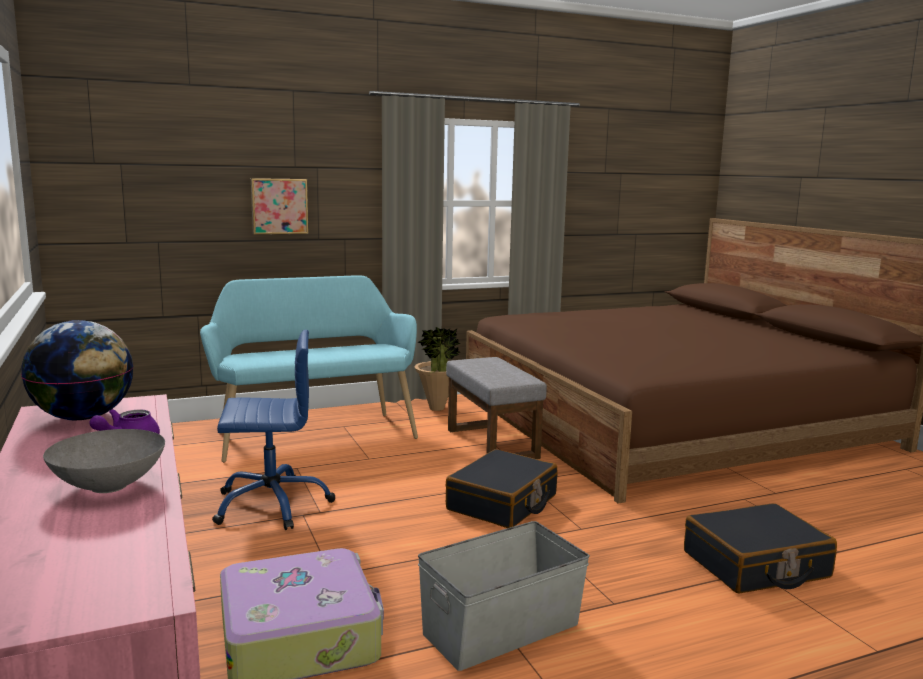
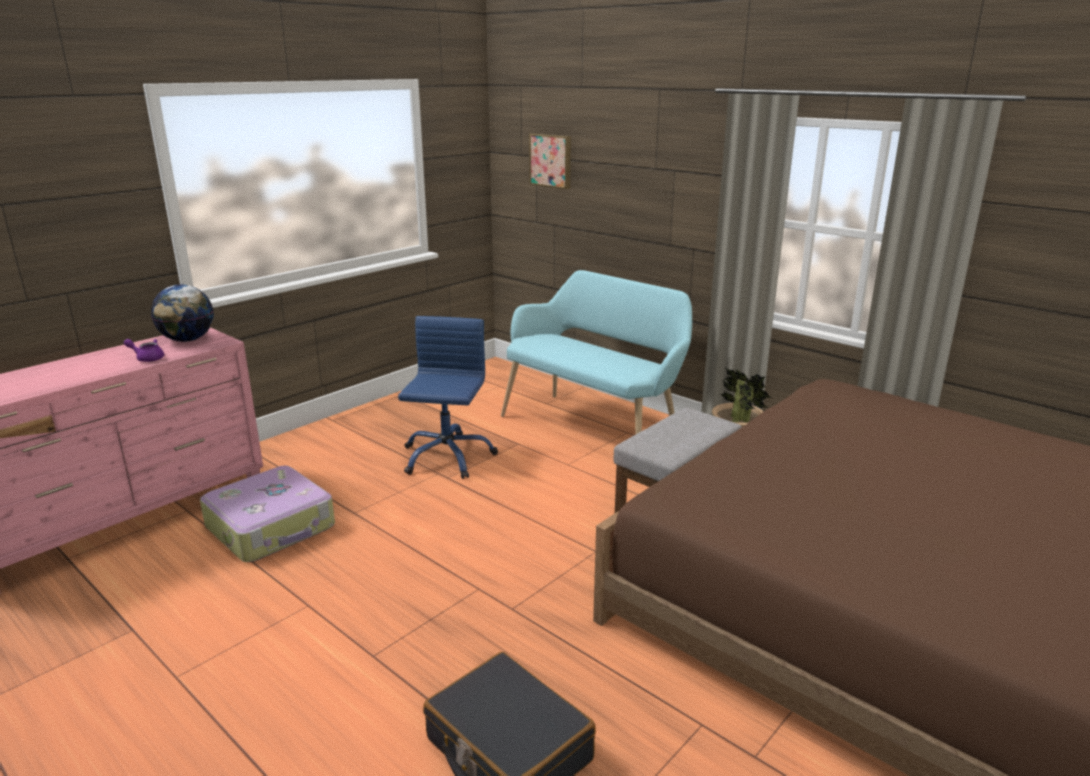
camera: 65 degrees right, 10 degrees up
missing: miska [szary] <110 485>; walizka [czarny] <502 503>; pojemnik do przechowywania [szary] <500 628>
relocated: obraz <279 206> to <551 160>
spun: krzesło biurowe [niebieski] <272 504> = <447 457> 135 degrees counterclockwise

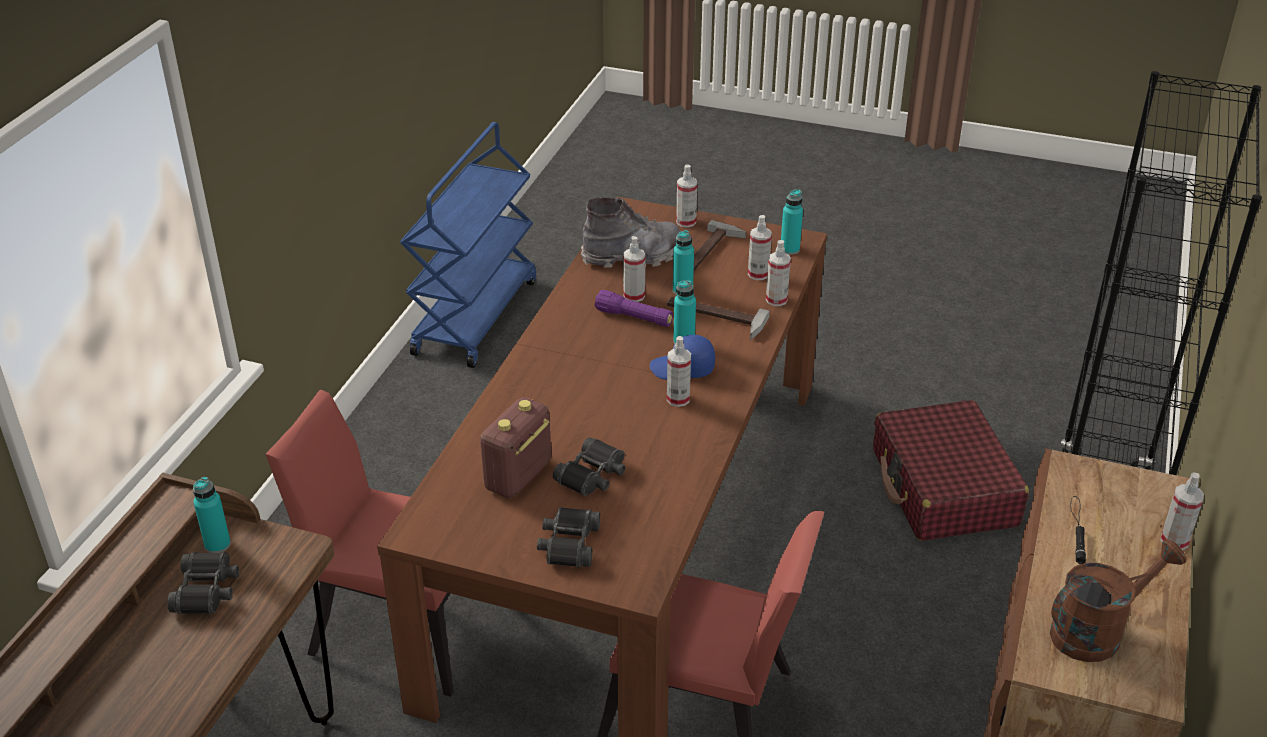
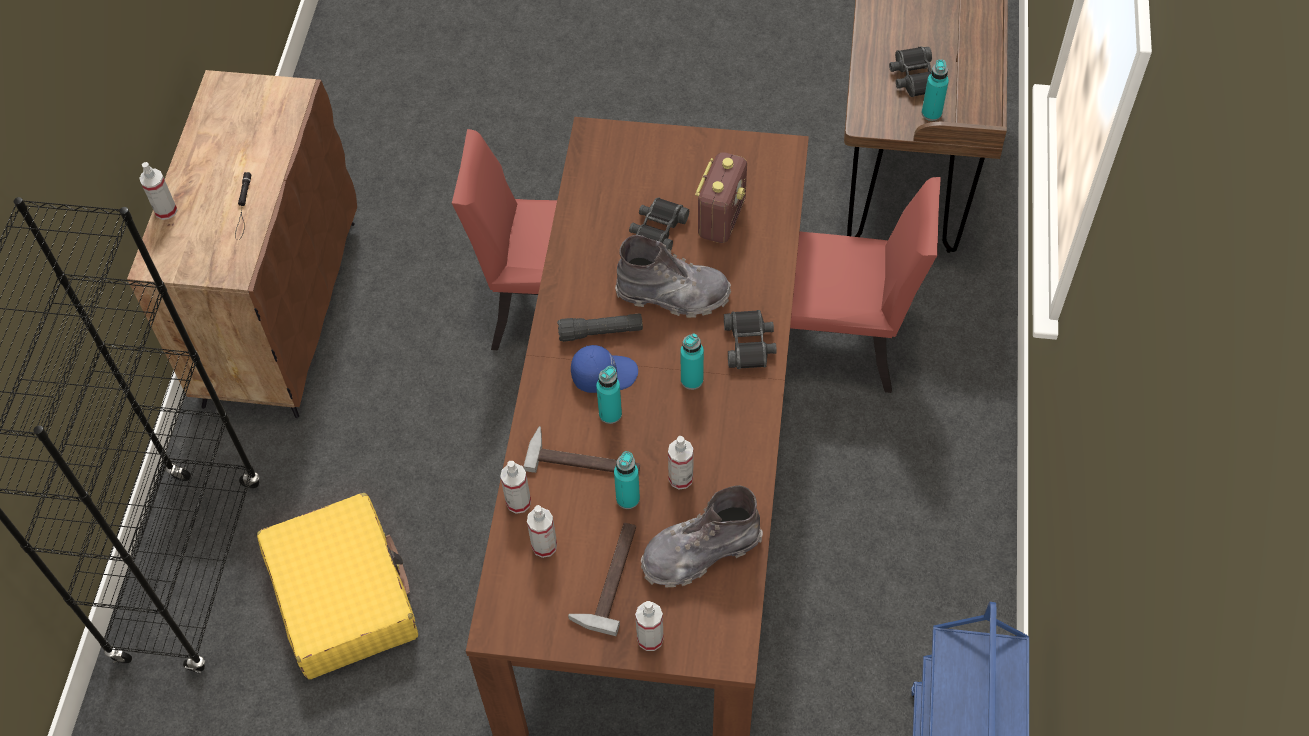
camera: 170 degrees right, 20 degrees up
missing: latarka [fioletowy] <634 318>; konewka [brązowy] <1096 631>
appeared: but z cholewką [szary] <673 295>
relocated: butelka [turkusowy] <789 249> to <692 380>; lornetka [czarny] <568 544> to <749 344>
exchanged: spryskiwacz <678 399> to latarka [czarny] <600 332>
colour: walizka [czerwony] <943 488> to walizka [żółty] <343 595>

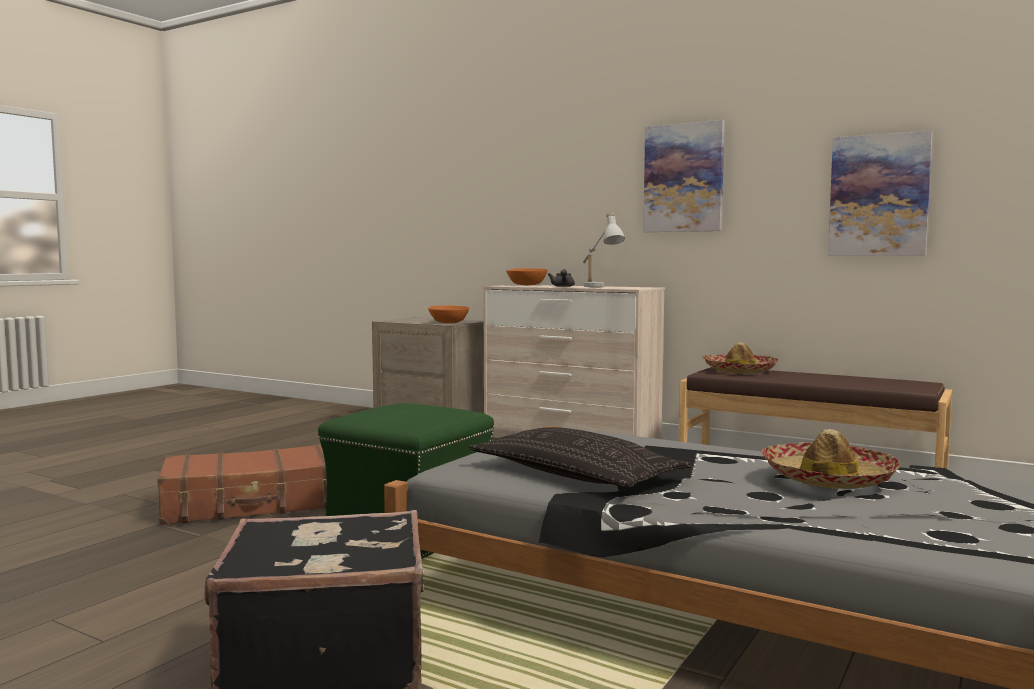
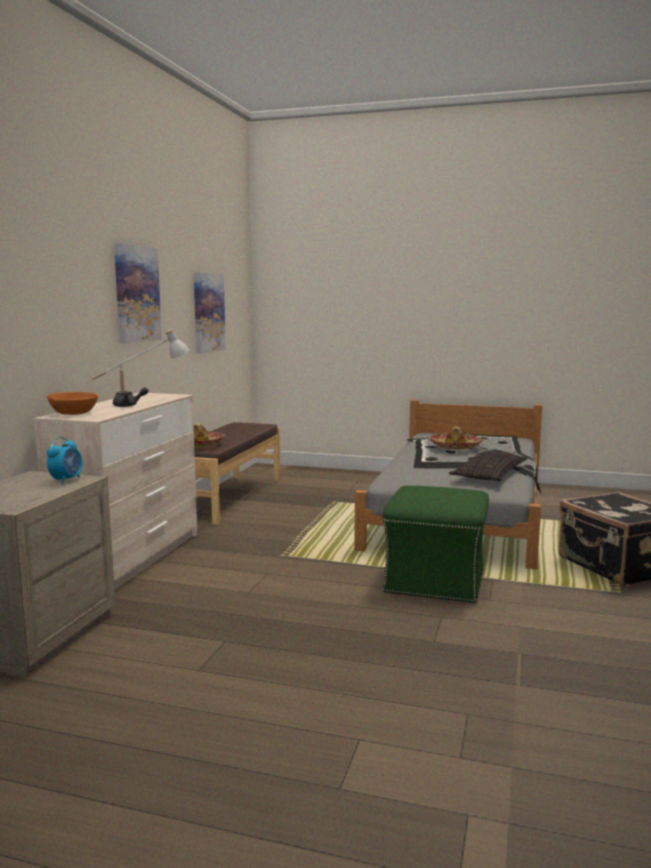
camera: 105 degrees left, 5 degrees up
missing: walizka [brązowy] <255 503>
exchanged: miska [pomarańczowy] <449 323> to budzik <66 480>

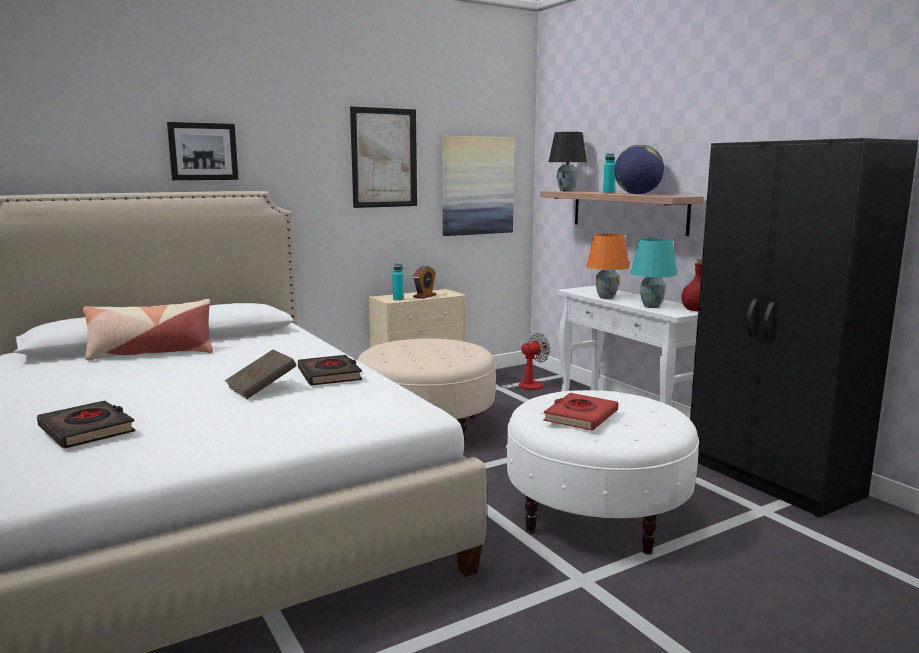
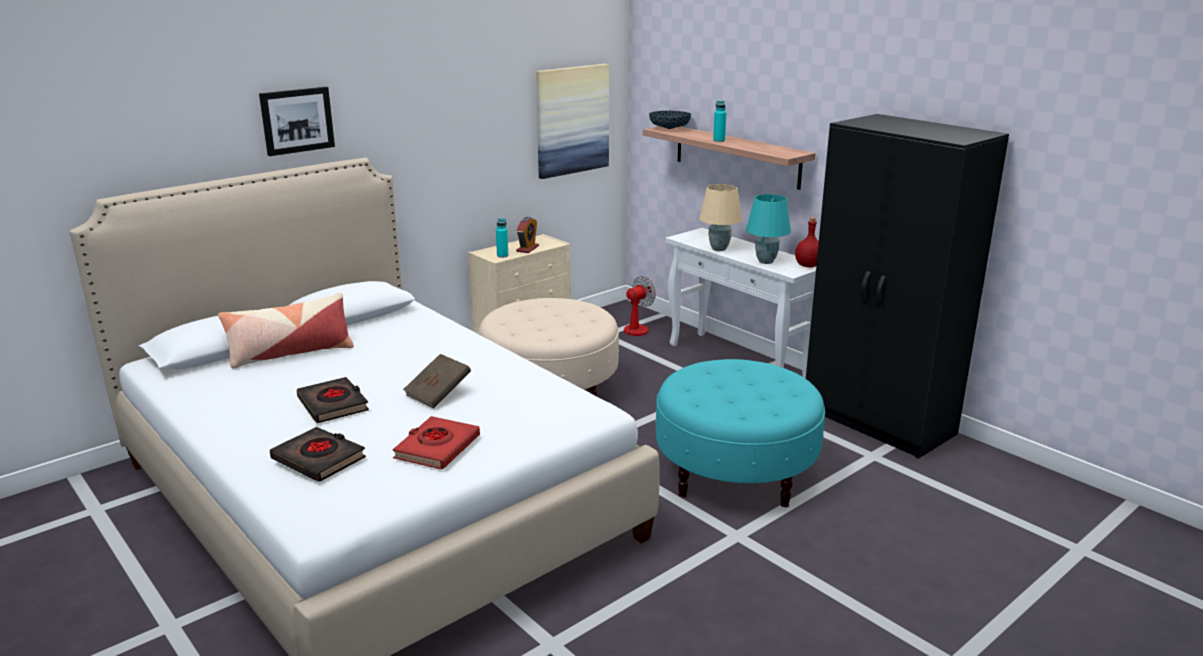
camera: 10 degrees left, 10 degrees up
missing: obraz <384 158>; globus <637 194>
relocated: książka [czarny] <329 375> to <333 405>; książka [czerwony] <580 417> to <437 448>
exchanged: lampa stołowa [czarny] <566 191> to miska <669 129>
colour: lampa stołowa [pomarańczowy] <606 297> to lampa stołowa [beżowy] <718 249>; pufa [biały] <596 515> to pufa [turkusowy] <734 473>

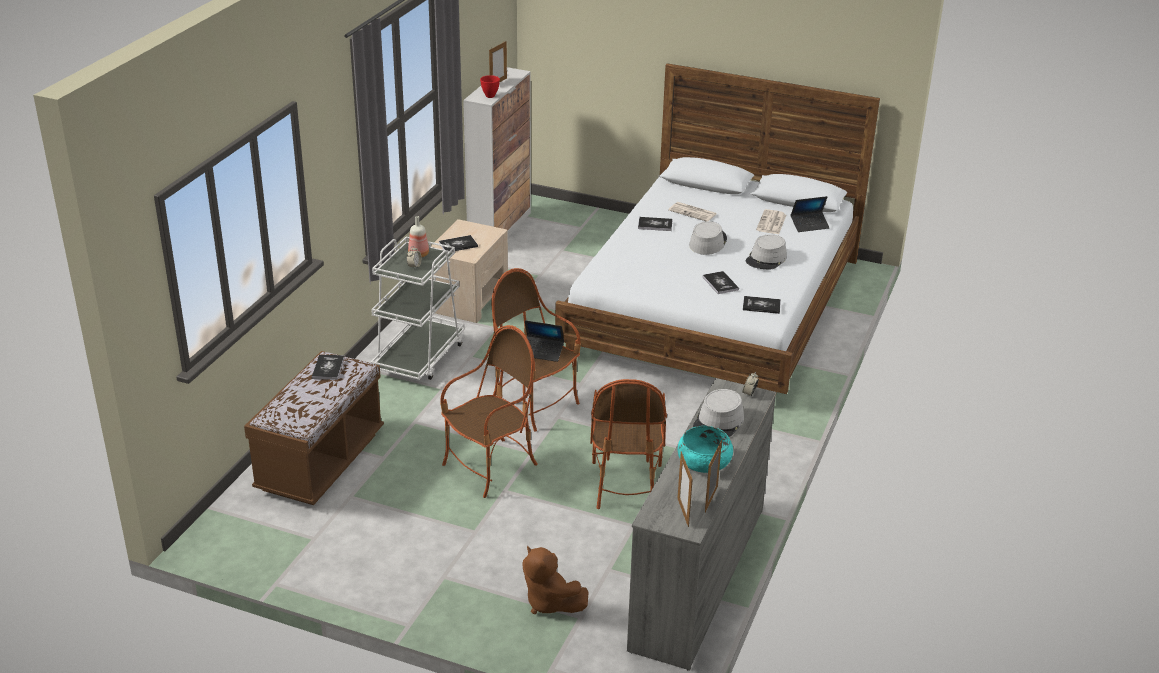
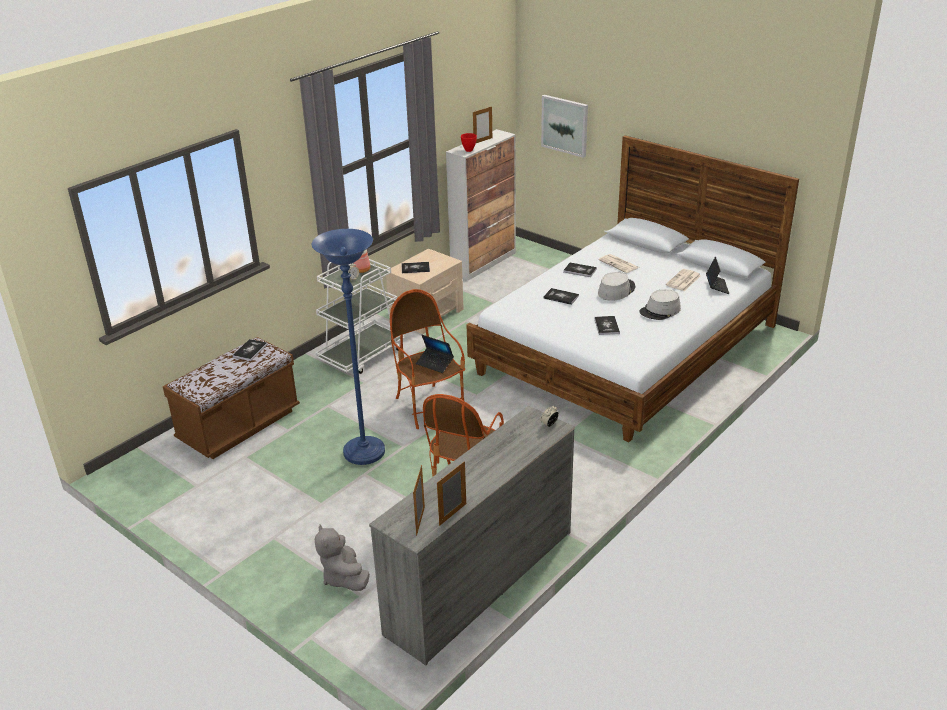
camera: 20 degrees right, 0 degrees up
missing: kapelusz [szary] <718 422>; miska [turkusowy] <704 461>
appeared: obraz <565 125>
relocated: książka <761 306> to <561 297>
exchanged: fotel <490 467> to lampa stojąca [niebieski] <364 453>
colour: pluszak [brązowy] <549 603> to pluszak [szary] <343 577>
spun: laptop <809 225> = <717 286> 90 degrees counterclockwise

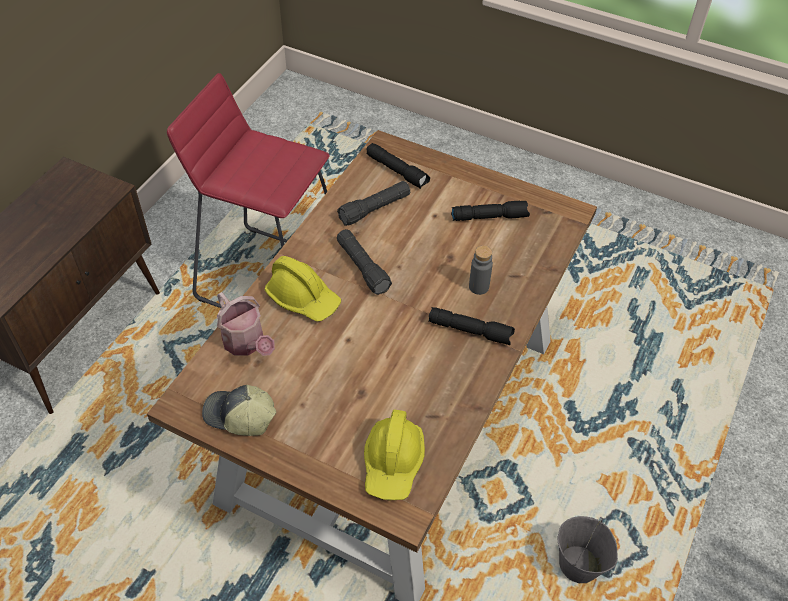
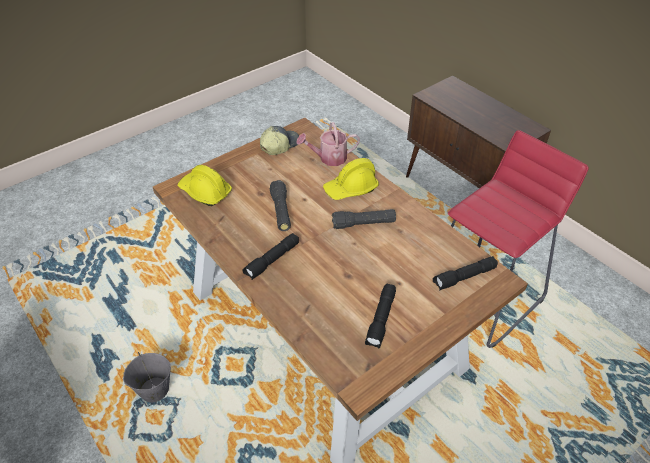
camera: 115 degrees right, 5 degrees down
missing: butelka [szary] <478 287>
relocated: latarka [czarny] <374 209> to <281 211>

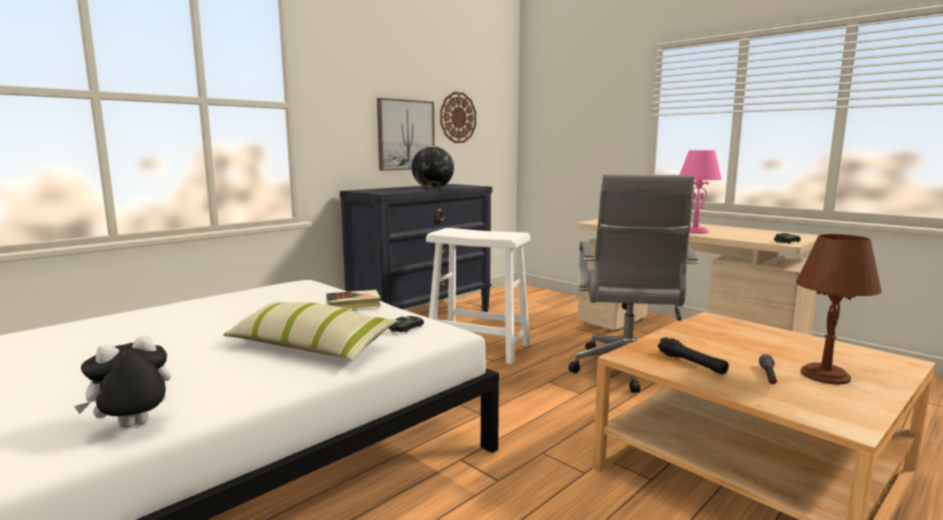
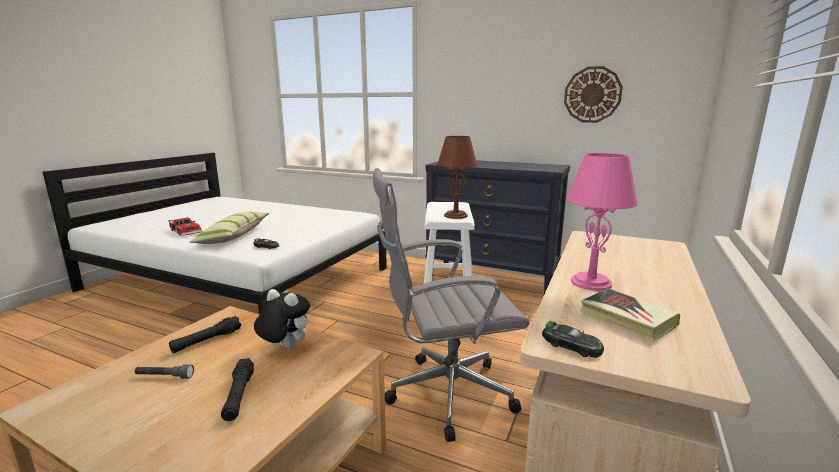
camera: 70 degrees right, 5 degrees up
missing: obraz <405 135>; globus <432 188>
appeared: samochodzik <187 231>; latarka [czarny] <239 395>
relocated: lampa stołowa [brązowy] <825 375> to <455 215>; książka <353 304> to <627 318>; pluszak <133 427> to <284 347>

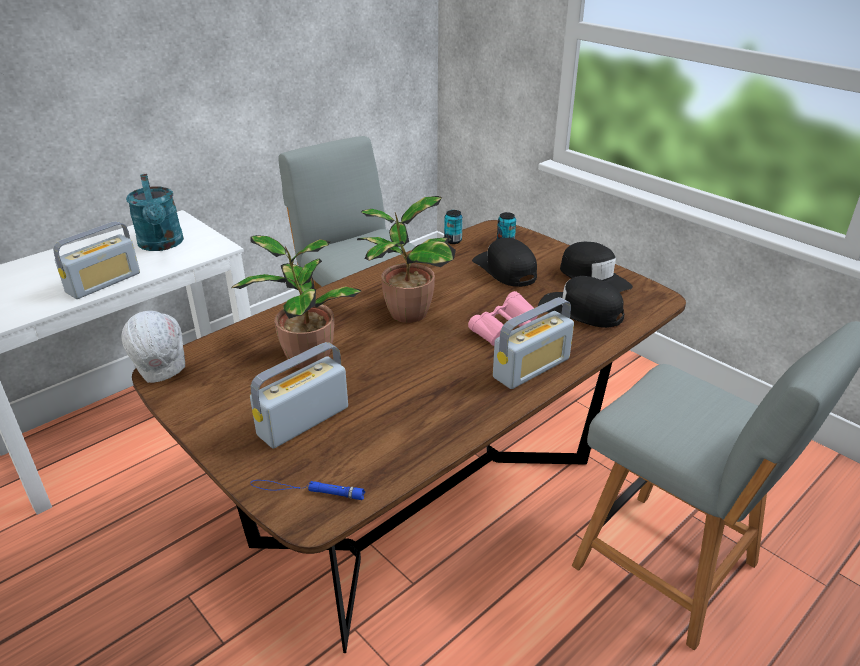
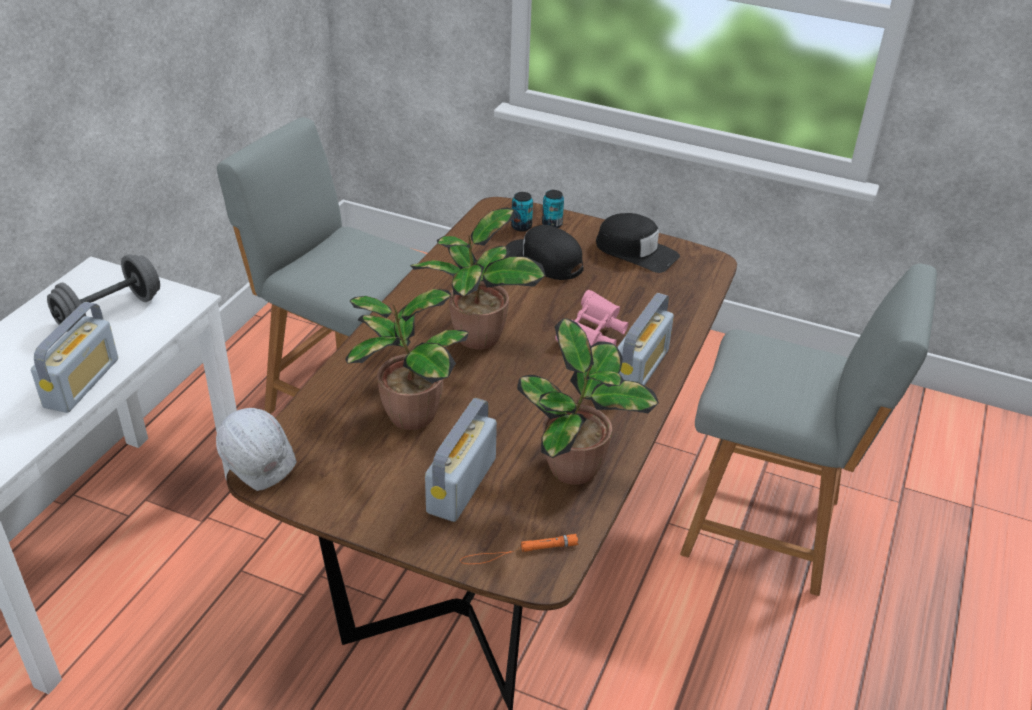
camera: 25 degrees left, 5 degrees up
missing: czapka z daszkiem [czarny] <581 311>
appeared: roślina doniczkowa <576 470>
relocated: puszka <453 240> to <552 224>
exchanged: konewka [turkusowy] <162 244> to hantel [szary] <110 313>
colour: latarka [niebieski] <306 490> to latarka [pomarańczowy] <519 552>

